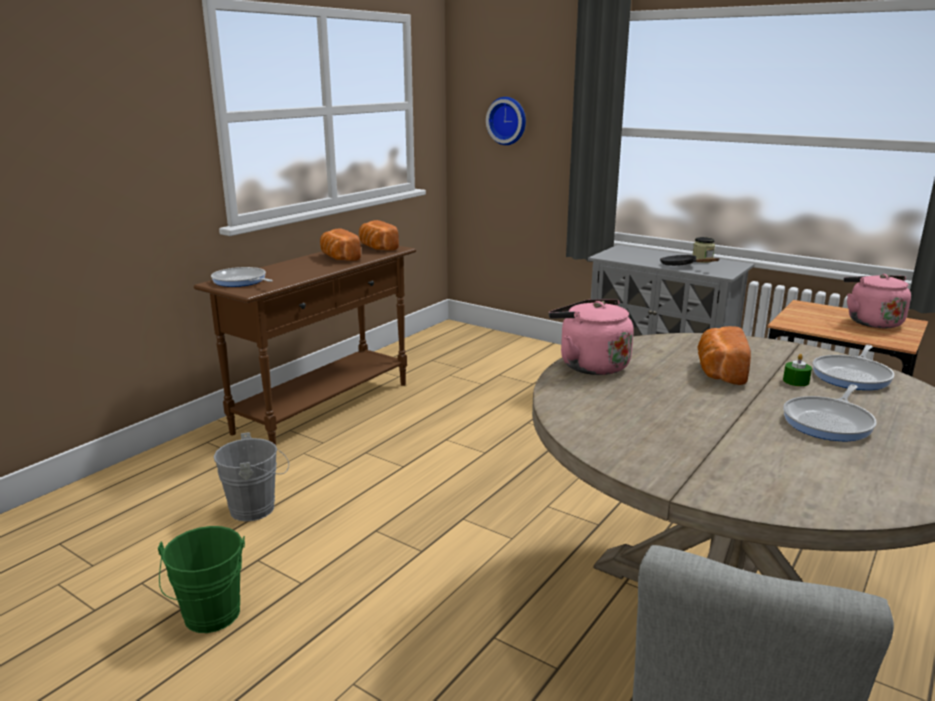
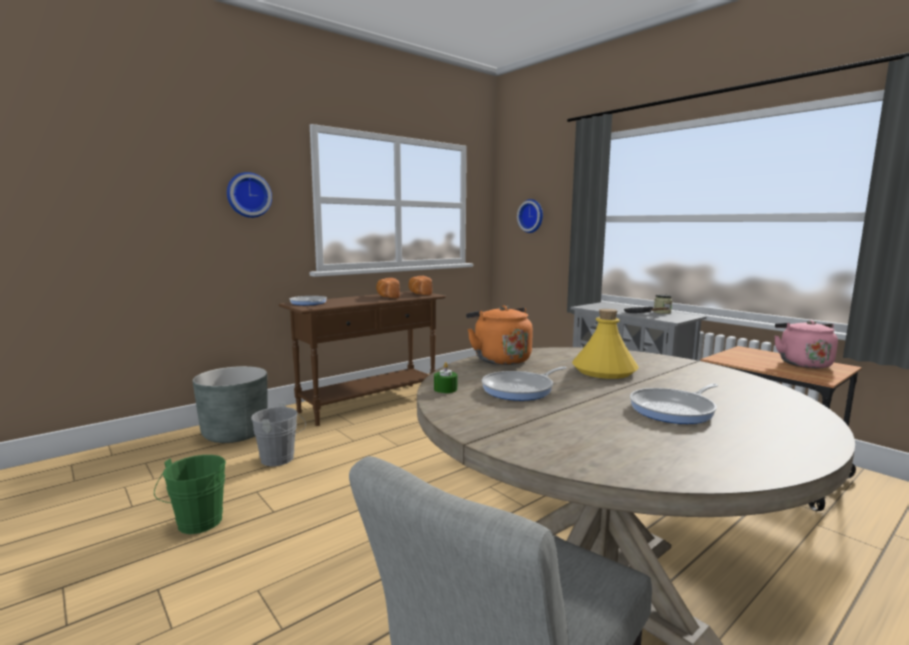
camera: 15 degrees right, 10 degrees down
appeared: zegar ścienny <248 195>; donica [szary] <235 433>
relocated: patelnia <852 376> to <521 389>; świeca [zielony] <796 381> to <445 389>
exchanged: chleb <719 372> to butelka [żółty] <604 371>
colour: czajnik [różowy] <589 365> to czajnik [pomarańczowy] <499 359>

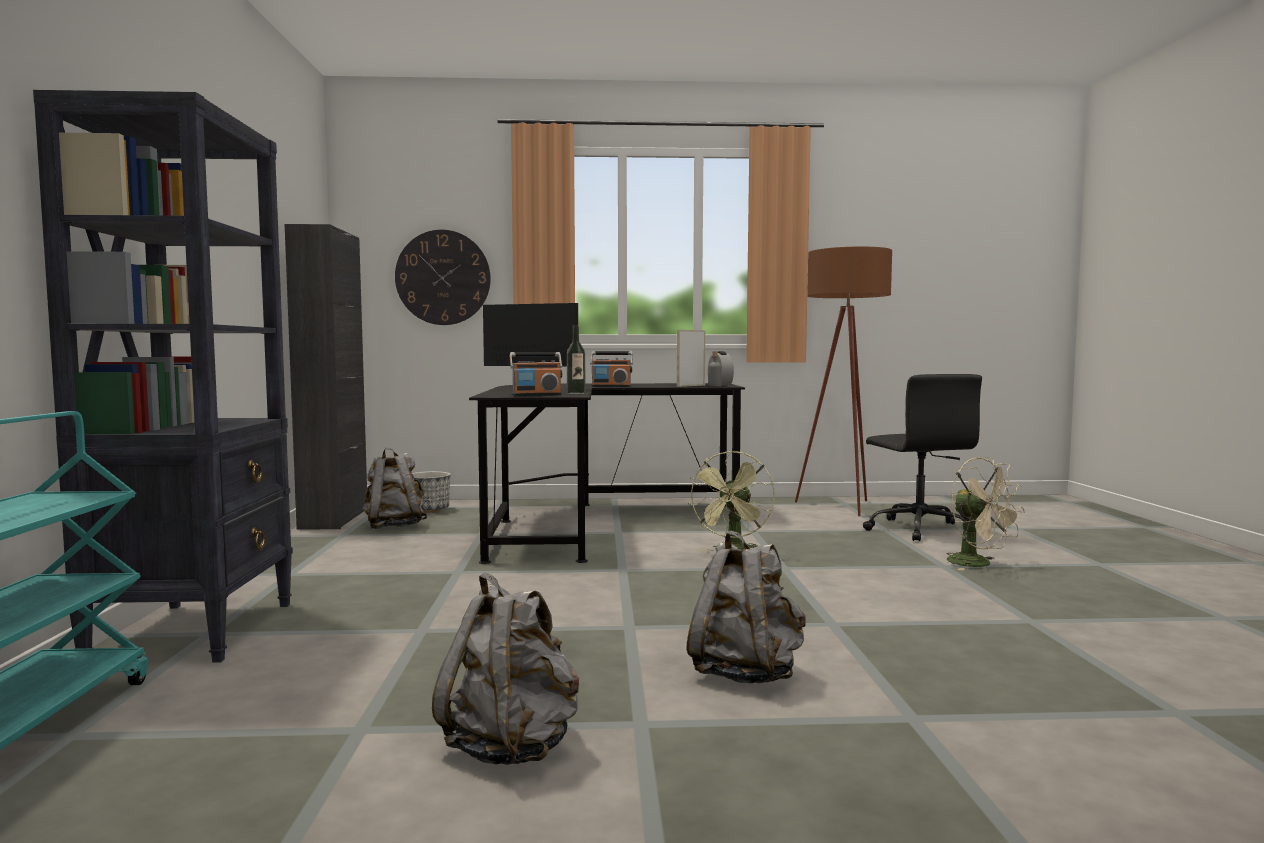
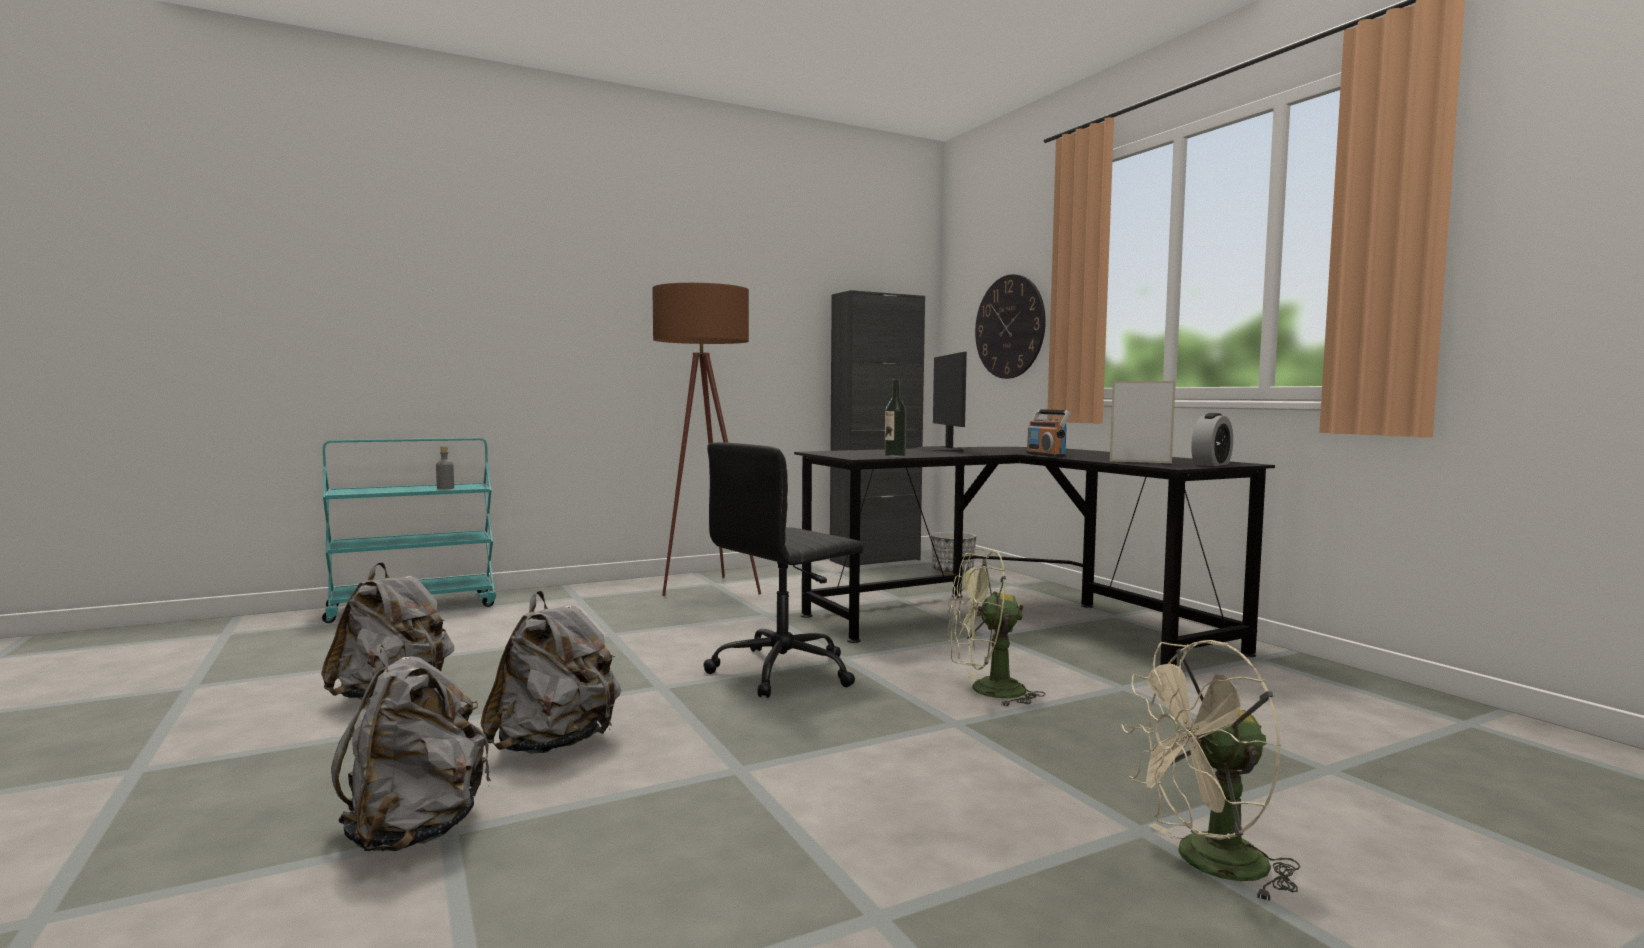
camera: 65 degrees right, 0 degrees up
missing: regał [czarny] <196 630>; radio <536 395>
relocated: lampa stojąca [brązowy] <843 508> to <704 590>; butelka [szary] <714 386> to <445 488>; krzesło biurowe [czarny] <918 529> to <784 671>; plecak [szary] <394 527> to <415 831>
spun: wentylator [beżowy] <978 564> = <1207 864> 45 degrees clockwise

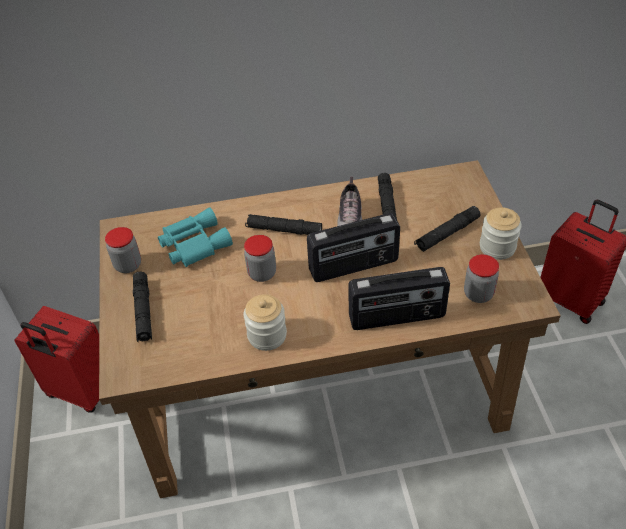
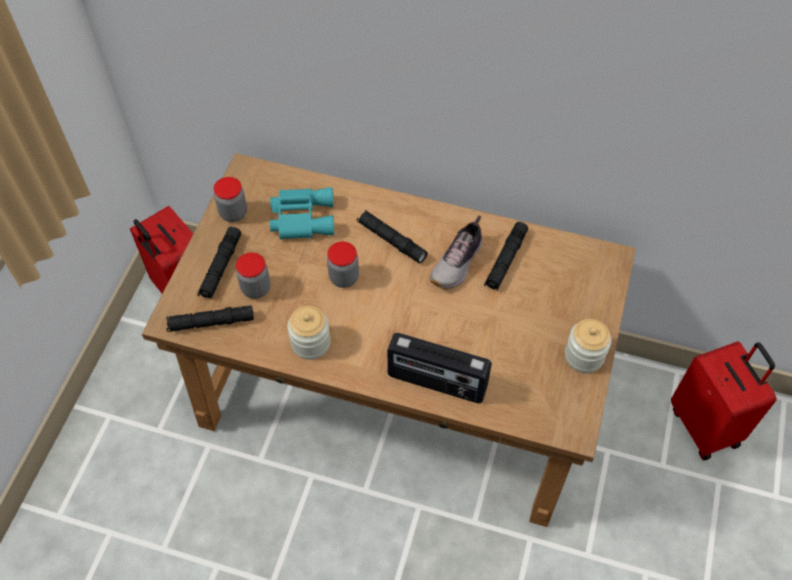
camera: 25 degrees right, 10 degrees up
missing: radio <354 266>
relocated: latarka [czarny] <447 234> to <211 322>; słoik <478 294> to <256 288>

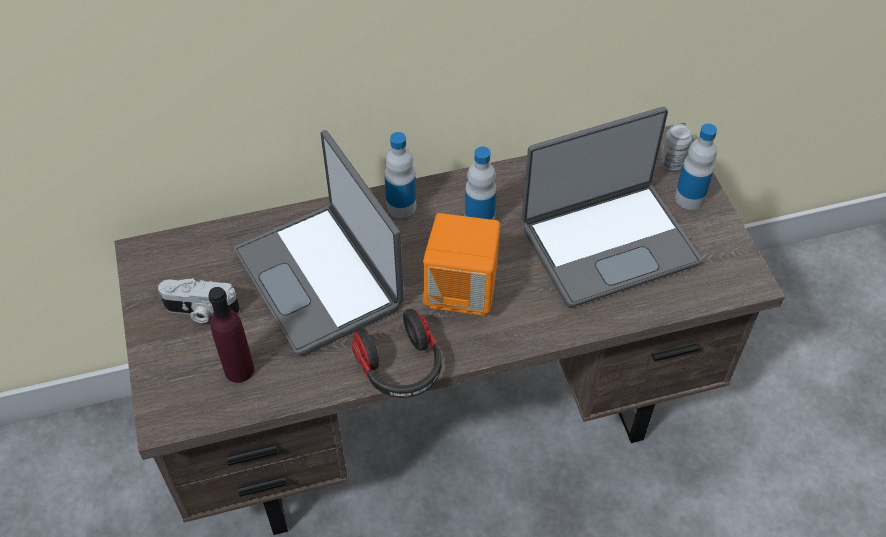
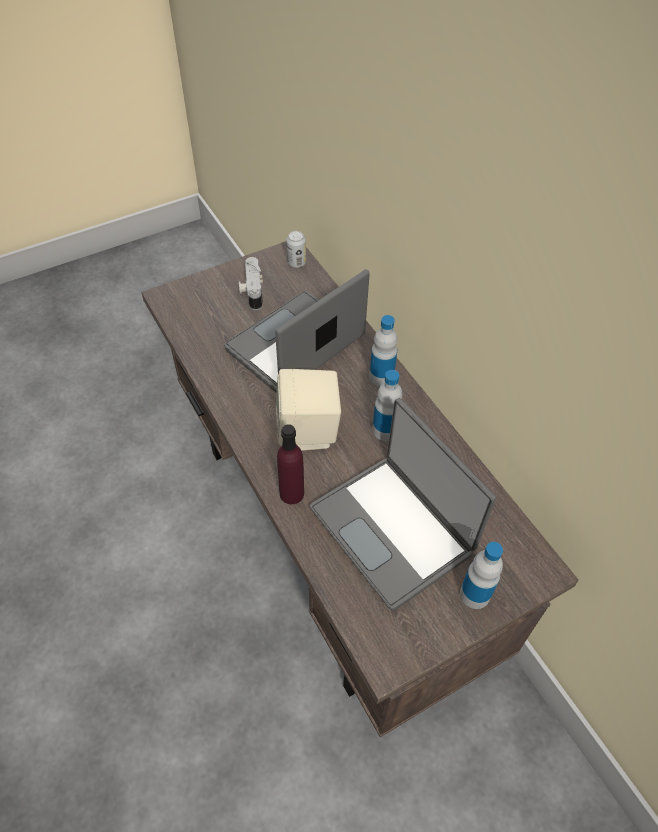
camera: 75 degrees right, 0 degrees up
missing: słuchawki <401 368>
relocated: puszka <672 163> to <296 263>; butelka [fioletowy] <239 369> to <292 493>
colour: głośnik [pomarańczowy] <462 291> to głośnik [beżowy] <308 432>

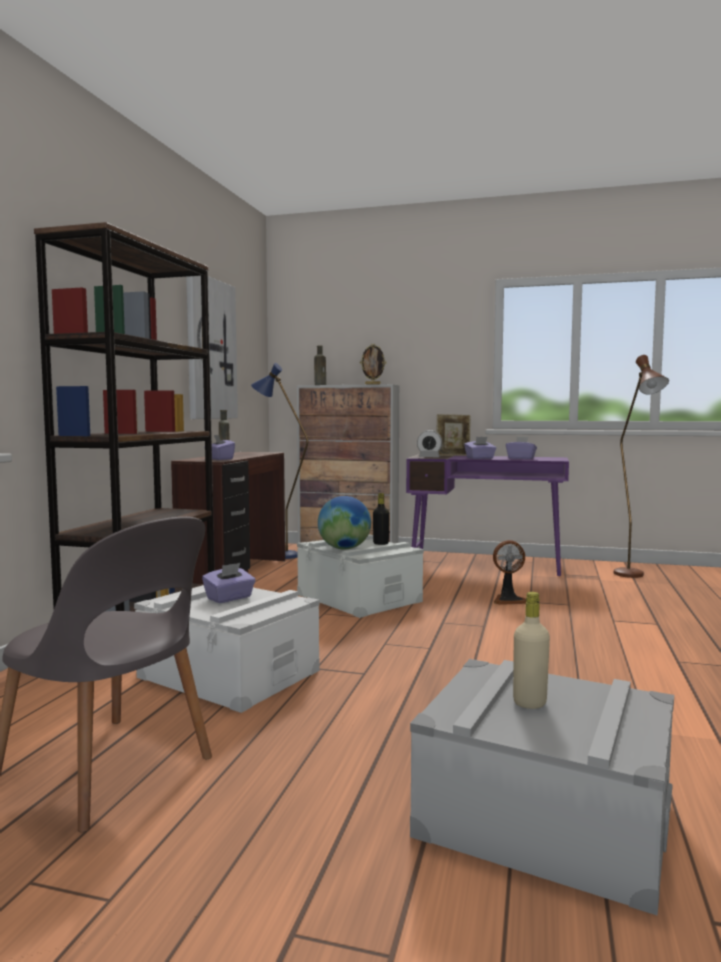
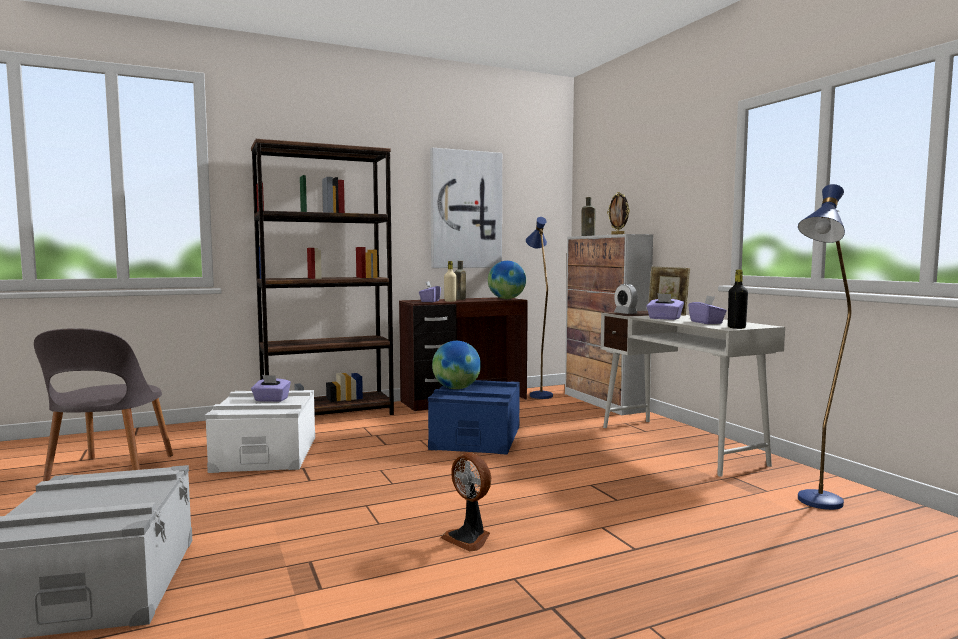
camera: 50 degrees right, 0 degrees up
appeared: globus <506 299>
relocated: butelka [czarny] <381 543> to <736 328>; wentylator <508 600> to <469 538>; butelka [beżowy] <529 703> to <450 301>
colour: lampa stojąca [brązowy] <634 577> to lampa stojąca [niebieski] <815 506>; biurko [fioletowy] <486 565> to biurko [biały] <679 445>; pojemnik do przechowywania [biały] <359 598> to pojemnik do przechowywania [niebieski] <476 437>

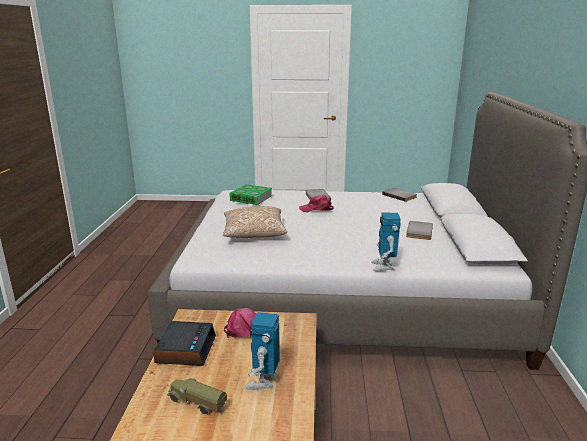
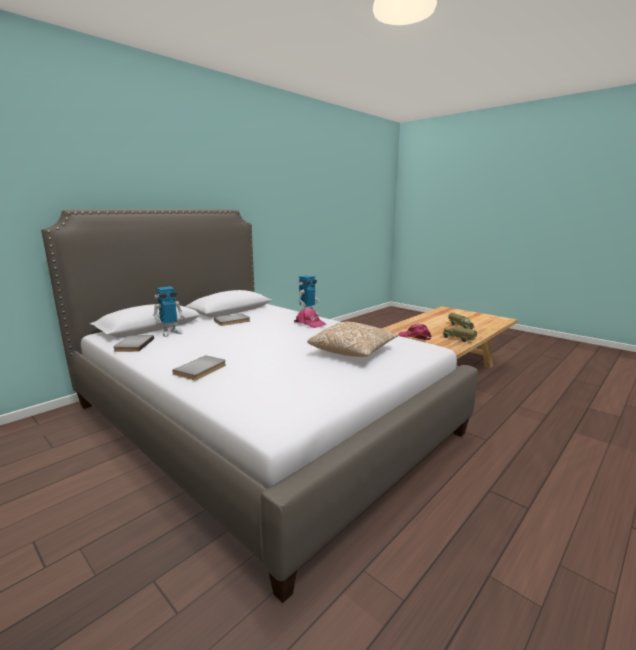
camera: 140 degrees left, 5 degrees down
missing: książka <251 198>
relocated: czapka z daszkiem [różowy] <316 209> to <310 323>; robot zabawkowy <263 381> to <170 333>
exchanged: budzik <185 349> to ciężarówka zabawkowa <458 339>

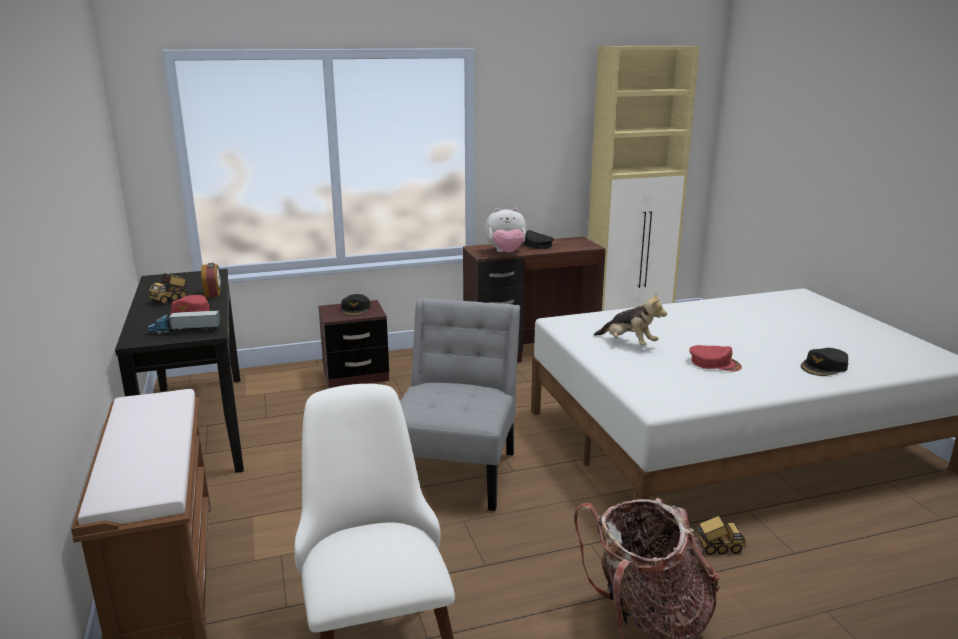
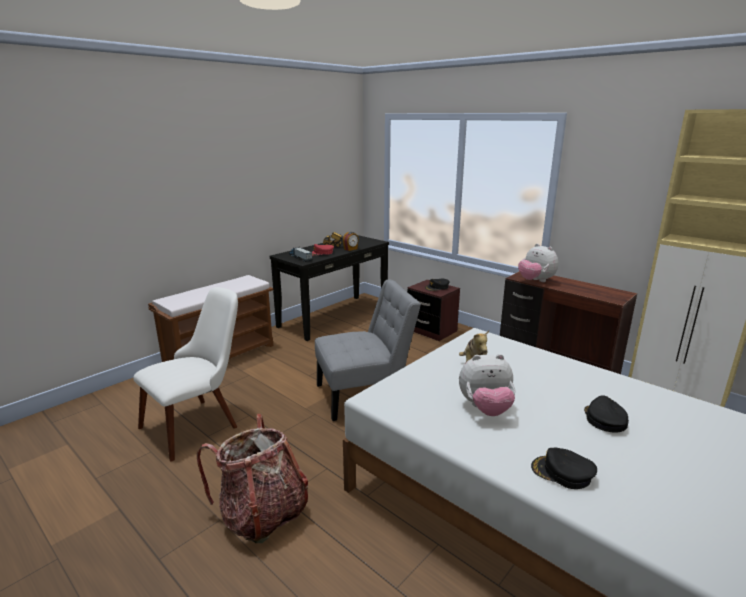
camera: 60 degrees right, 0 degrees up
missing: ciężarówka zabawkowa <718 548>
relocated: czapka z daszkiem [czarny] <535 245> to <604 419>
exchanged: czapka z daszkiem [czerwony] <714 363> to pluszak <485 409>

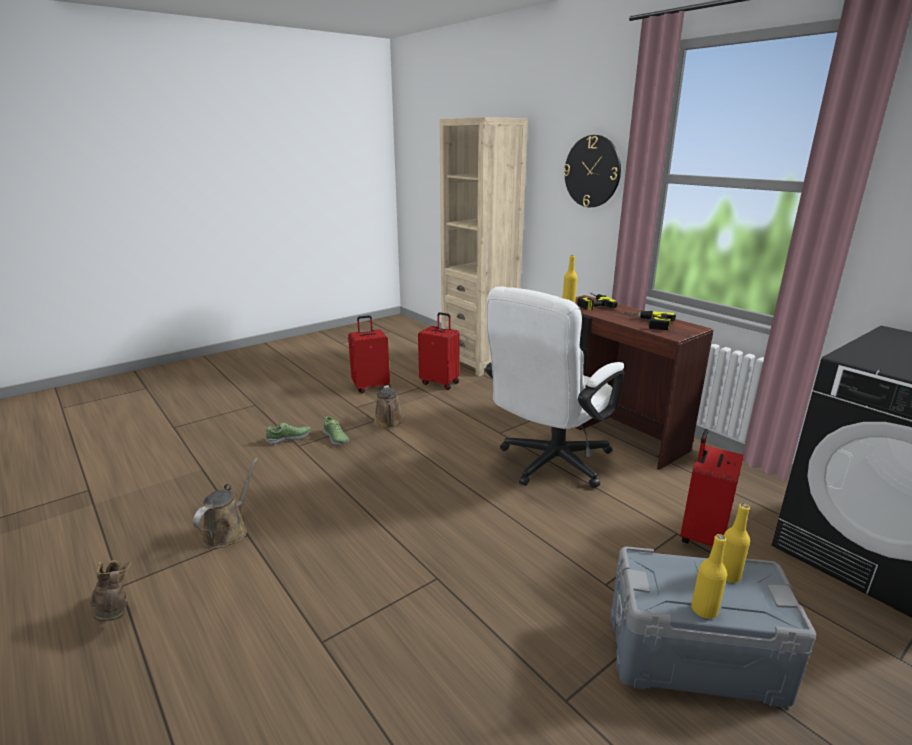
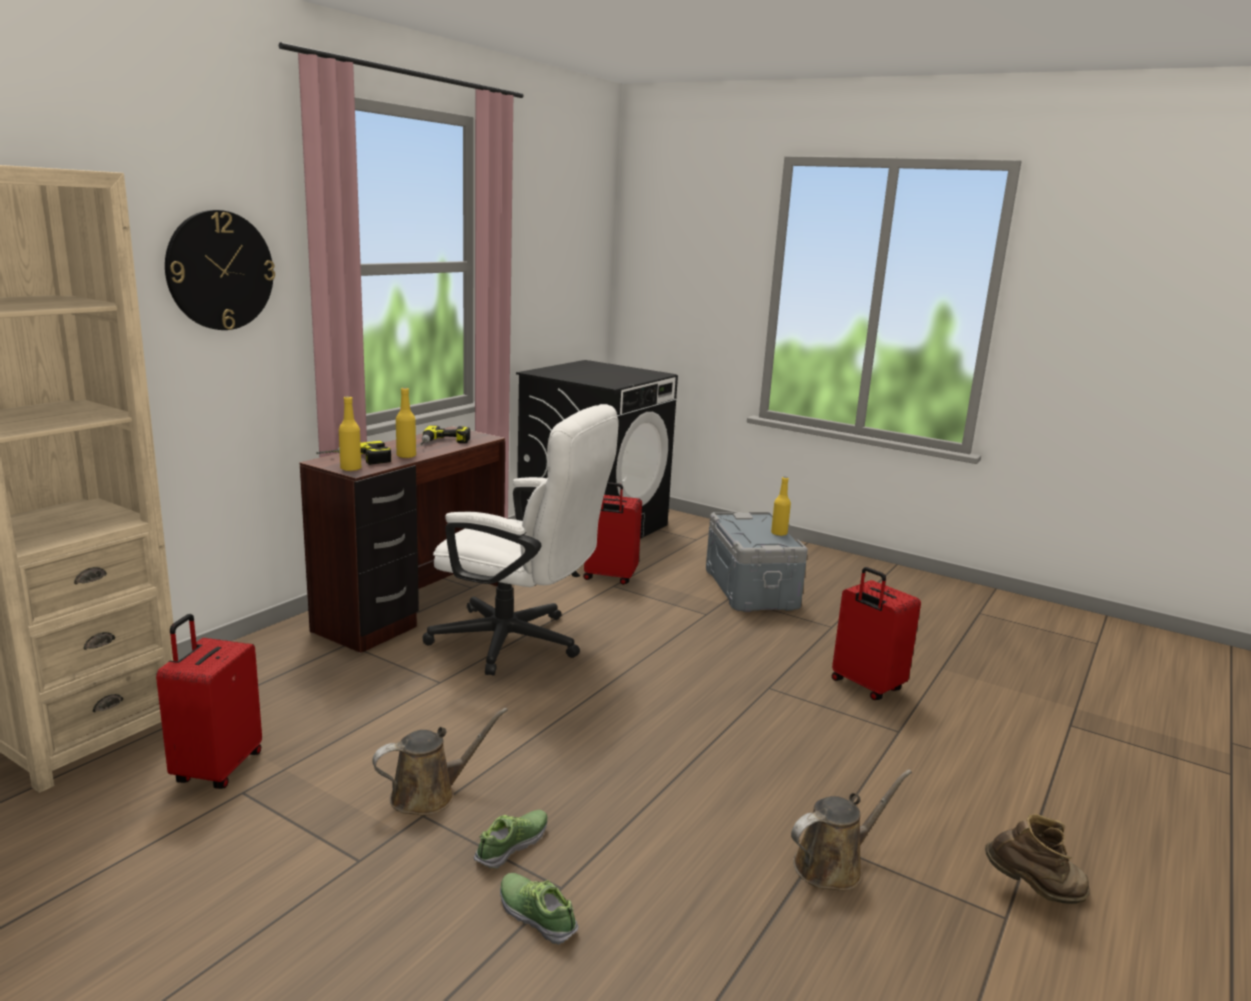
camera: 110 degrees left, 5 degrees down
relocated: walizka [czerwony] <371 386> to <865 686>; butelka [żółty] <728 575> to <406 456>
spun: konewka [brązowy] <228 531> = <833 865> 150 degrees clockwise; but z cholewką [brązowy] <115 615> = <1034 891> 120 degrees counterclockwise

